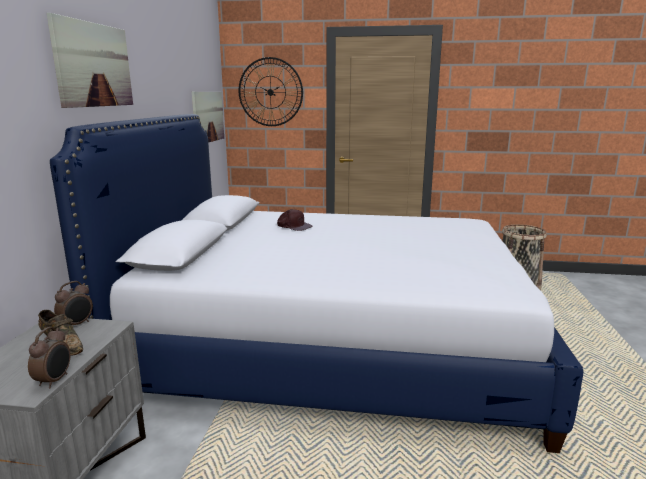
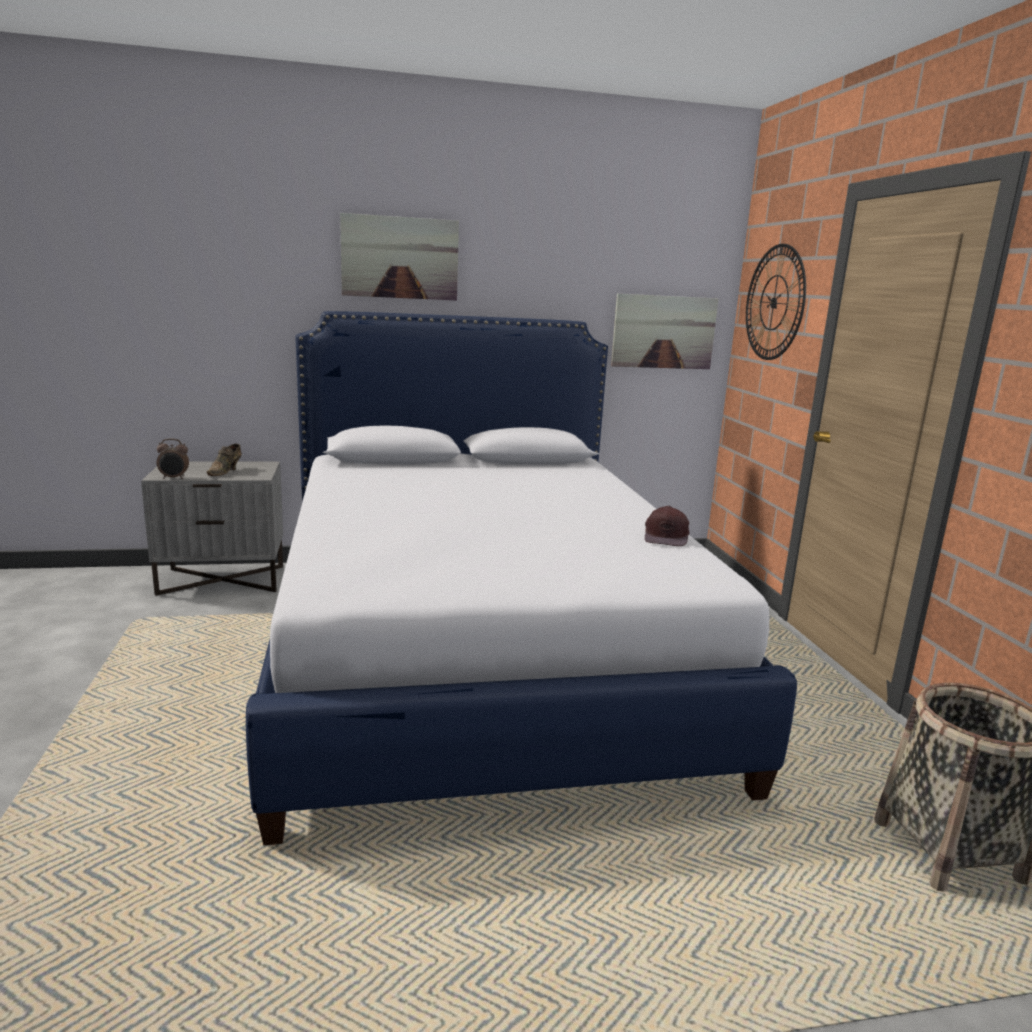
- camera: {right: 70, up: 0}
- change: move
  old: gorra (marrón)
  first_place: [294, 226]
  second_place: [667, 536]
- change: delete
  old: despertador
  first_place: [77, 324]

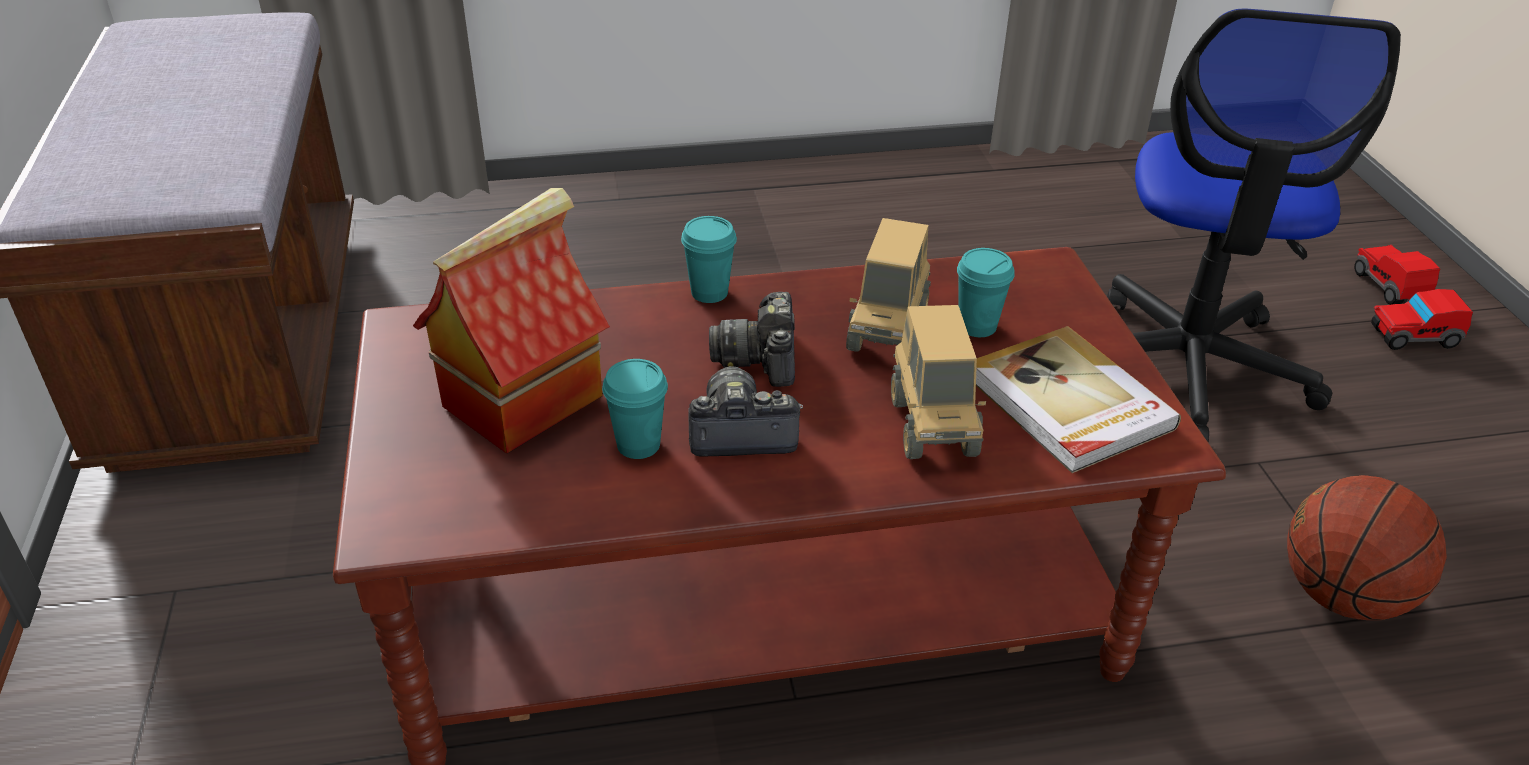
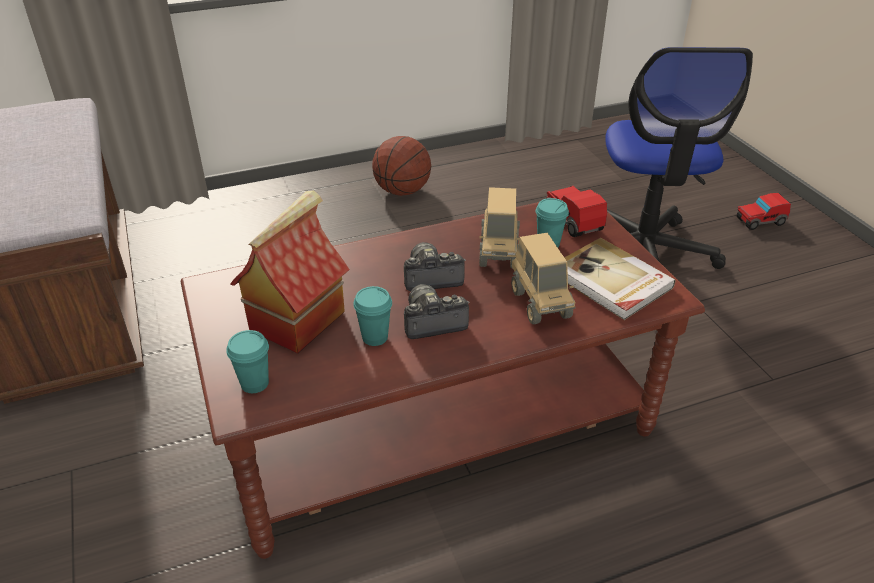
- camera: {right: -10, up: 0}
- change: move
  old: taza (turquesa)
  first_place: [709, 293]
  second_place: [255, 383]
- change: move
  old: coche de juguete
  first_place: [1388, 287]
  second_place: [573, 221]
- change: rotate
  old: cámara
  first_place: [761, 359]
  second_place: [431, 278]
  degrees: 90
- change: move
  old: balón de baloncesto
  first_place: [1342, 595]
  second_place: [402, 191]

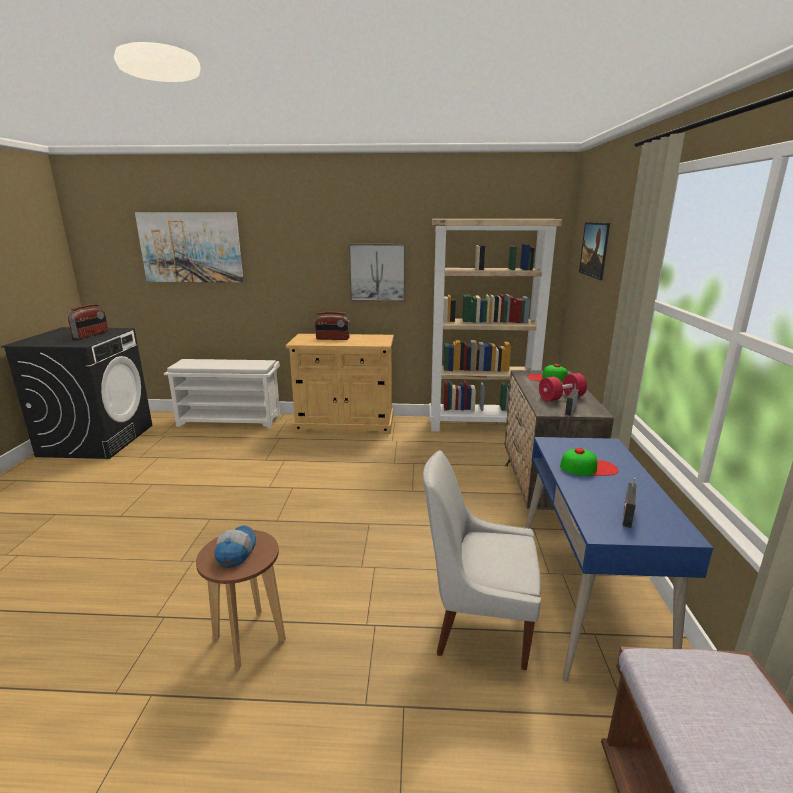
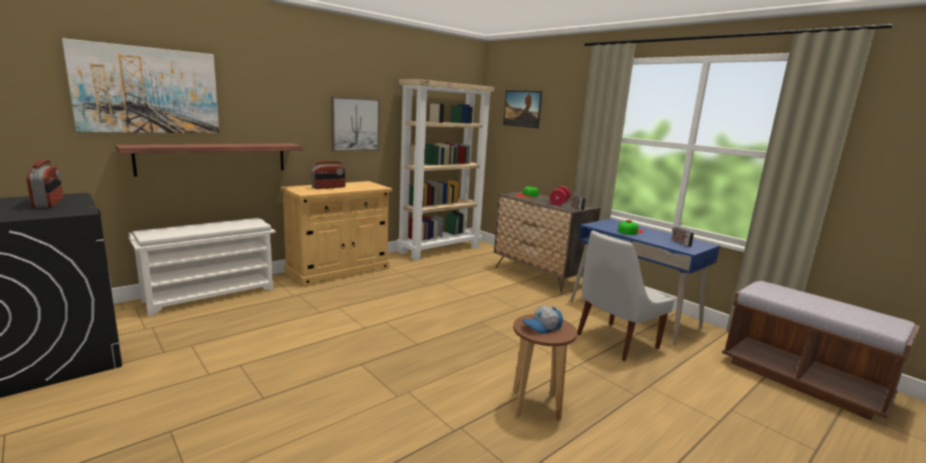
- camera: {right: -45, up: -5}
- change: rotate
  old: gorra
  first_place: [235, 551]
  second_place: [542, 327]
  degrees: -75
- change: insert
  new: estante
  second_place: [214, 158]

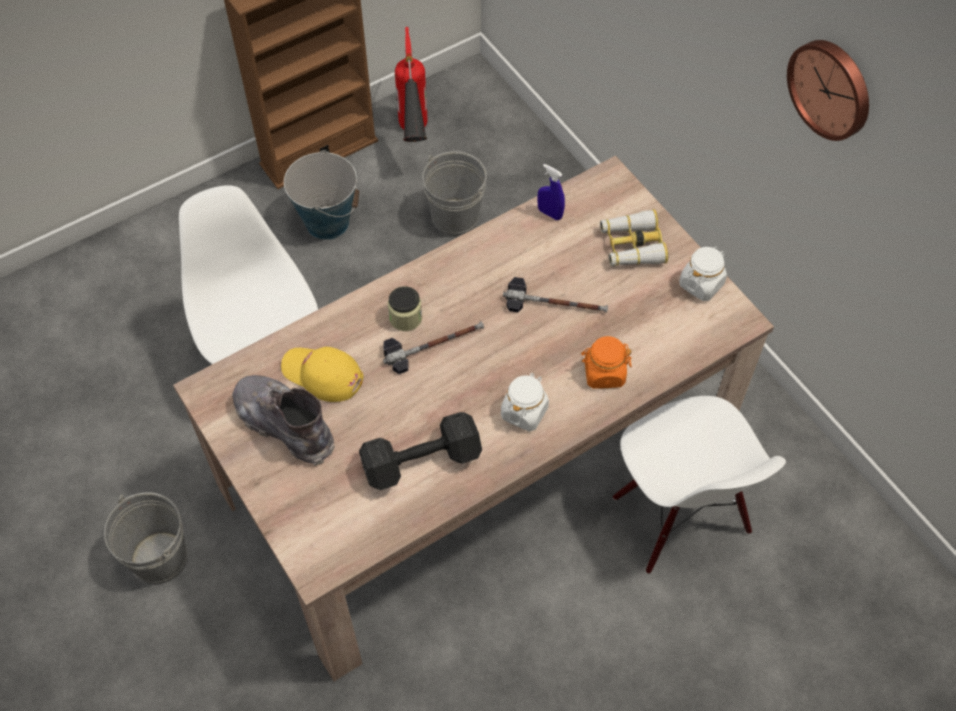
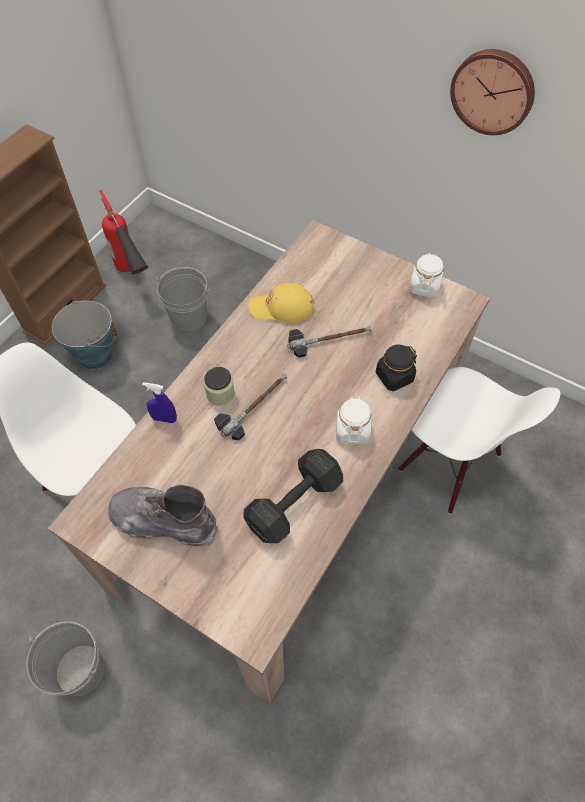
- camera: {right: -25, up: 0}
- change: move
  old: pulverizador (azul)
  first_place: [549, 213]
  second_place: [164, 419]
- change: delete
  old: prismáticos
  first_place: [632, 245]
- change: recolor
  old: tarro (naranja)
  new: tarro (negro)
  first_place: [604, 373]
  second_place: [394, 377]
- change: move
  old: gorra (amarillo)
  first_place: [322, 375]
  second_place: [282, 307]

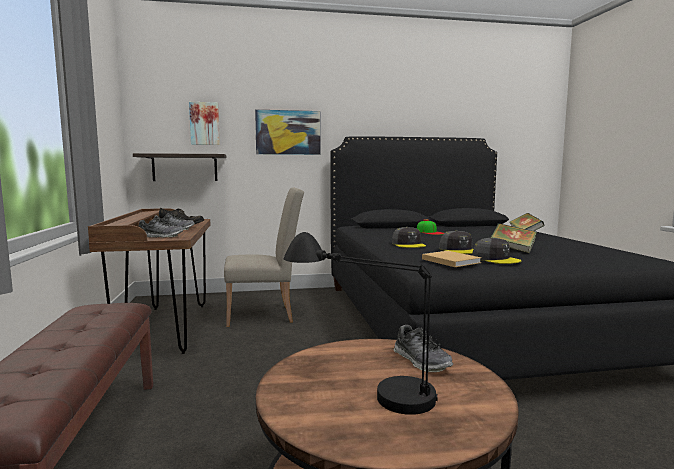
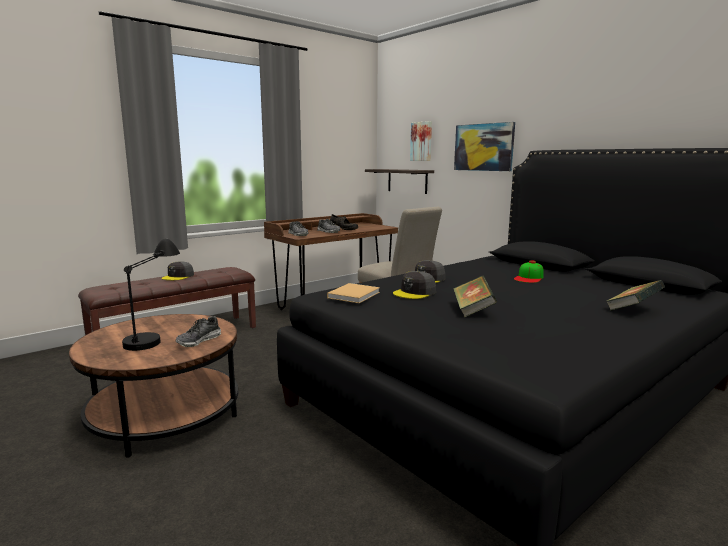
- camera: {right: 60, up: 5}
- change: move
  old: gorra (gris)
  first_place: [495, 259]
  second_place: [178, 276]

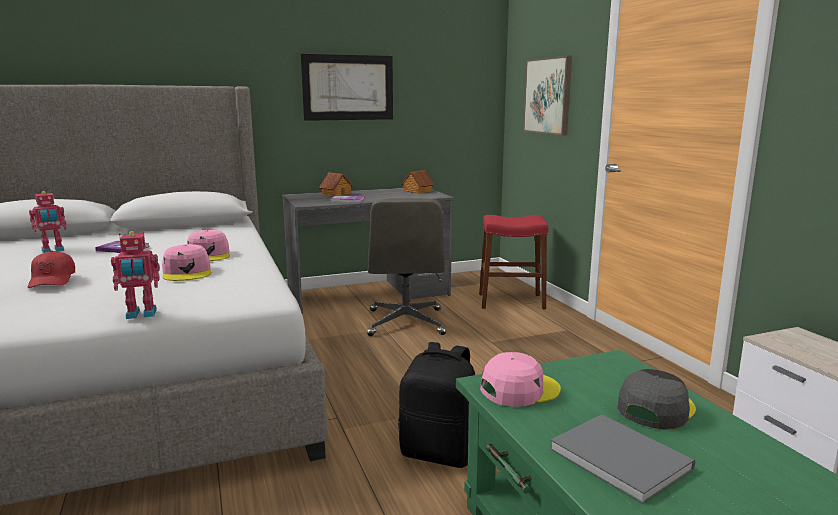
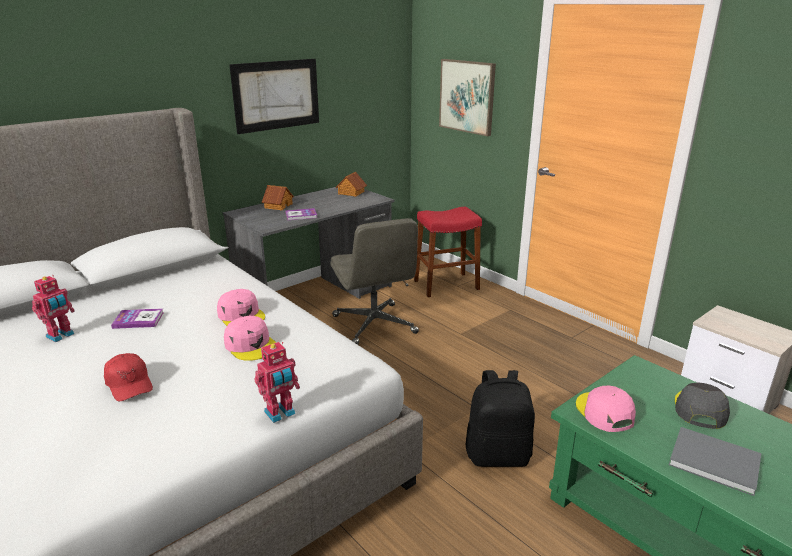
- camera: {right: -20, up: 10}
- change: rotate
  old: gorra (rosa)
  first_place: [519, 389]
  second_place: [604, 412]
  degrees: -60

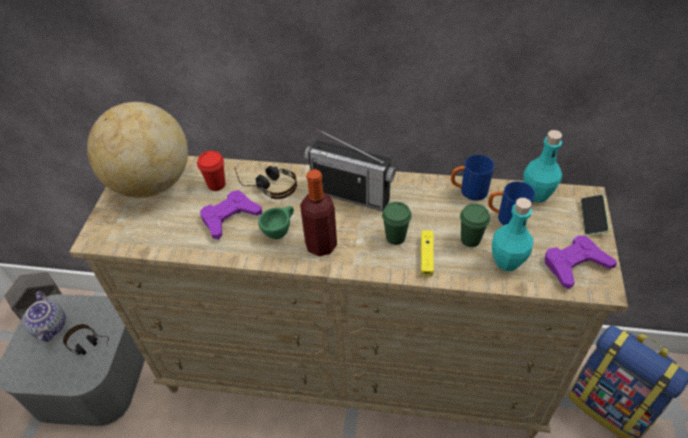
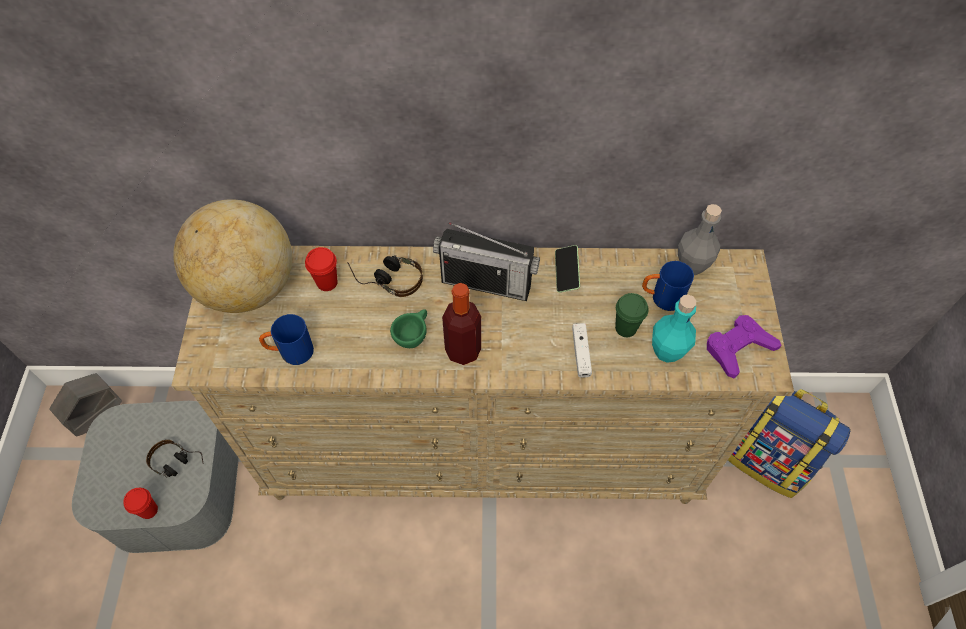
- camera: {right: -10, up: 10}
- change: recolor
  old: botella (turquesa)
  new: botella (gris)
  first_place: [536, 194]
  second_place: [692, 265]
- change: move
  old: taza grande (azul)
  first_place: [468, 191]
  second_place: [290, 352]
- change: delete
  old: mando de consola (morado)
  first_place: [230, 217]
- change: move
  old: móvil
  first_place: [592, 219]
  second_place: [566, 273]
- change: delete
  old: taza (verde)
  first_place: [395, 237]
- change: recolor
  old: mando de consola (amarillo)
  new: mando de consola (blanco)
  first_place: [426, 256]
  second_place: [581, 353]
- change: delete
  old: tetera
  first_place: [51, 327]
- change: insert
  new: taza (rojo)
  second_place: [149, 510]

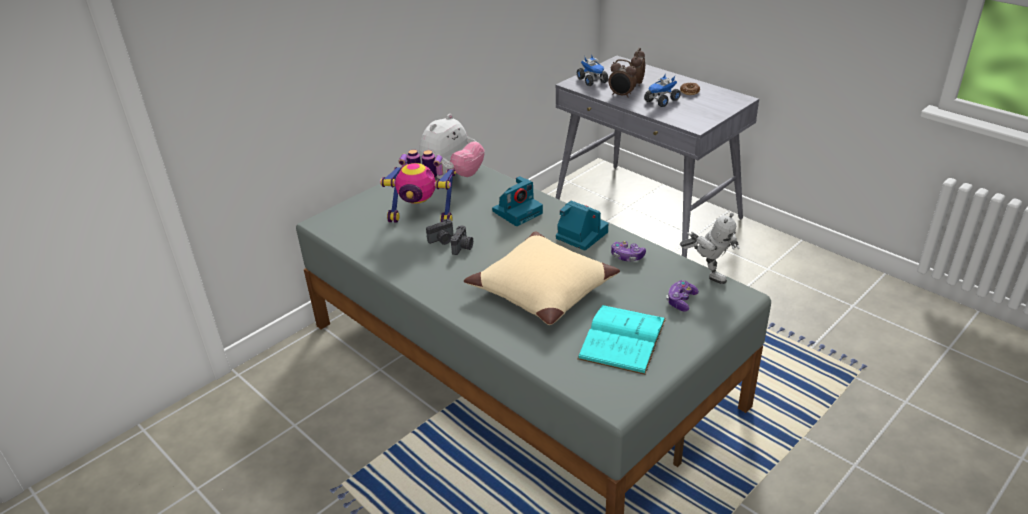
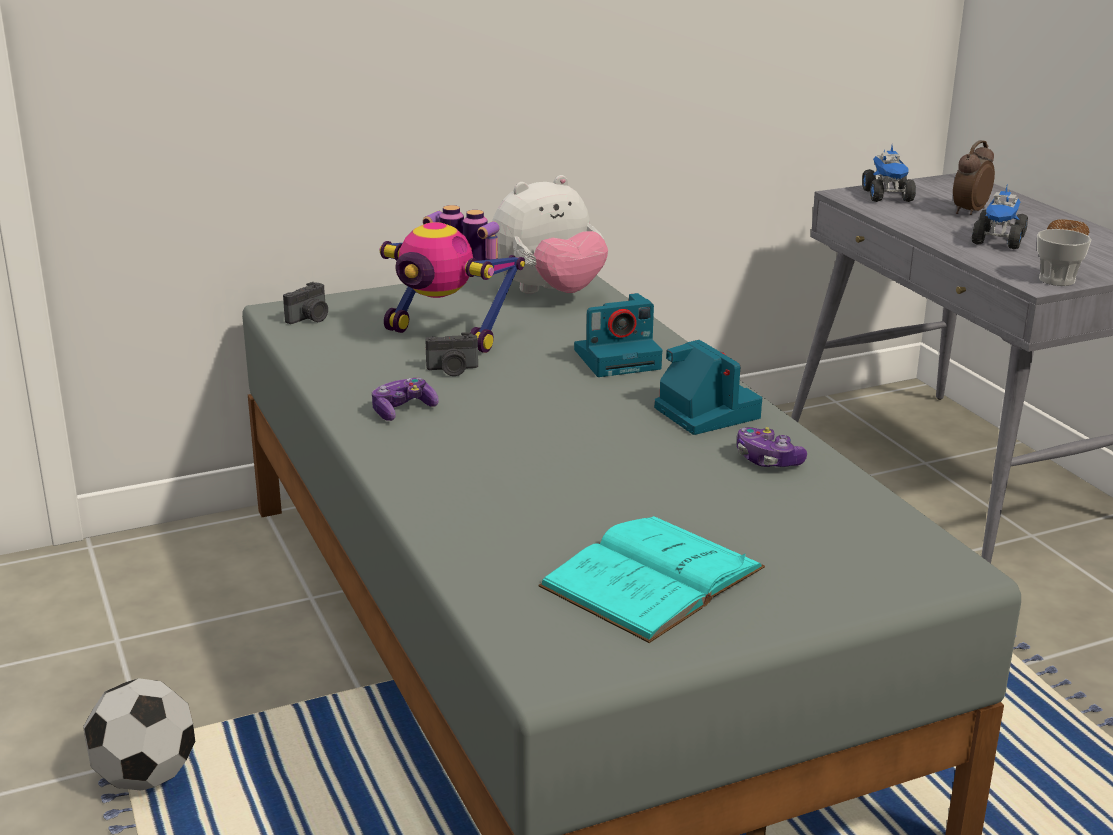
- camera: {right: 20, up: -10}
- change: delete
  old: despertador
  first_place: [621, 95]
- change: rotate
  old: camión de juguete
  first_place: [661, 101]
  second_place: [999, 241]
  degrees: -45
- change: delete
  old: robot de juguete
  first_place: [707, 273]
- change: move
  old: cámara
  first_place: [463, 247]
  second_place: [310, 318]
- change: delete
  old: cojín (beis)
  first_place: [542, 289]
- change: move
  old: mando de consola
  first_place: [681, 301]
  second_place: [403, 410]
- change: insert
  new: taza
  second_place: [1056, 280]
- change: insert
  new: balón de fútbol
  second_place: [145, 777]

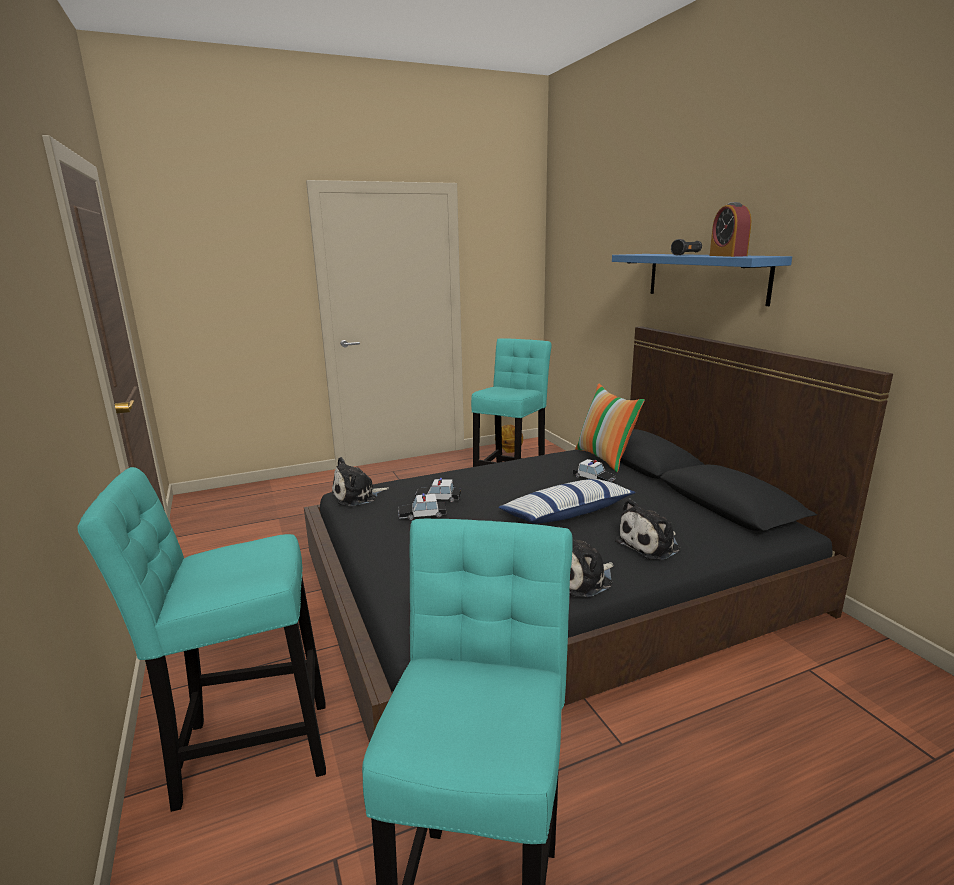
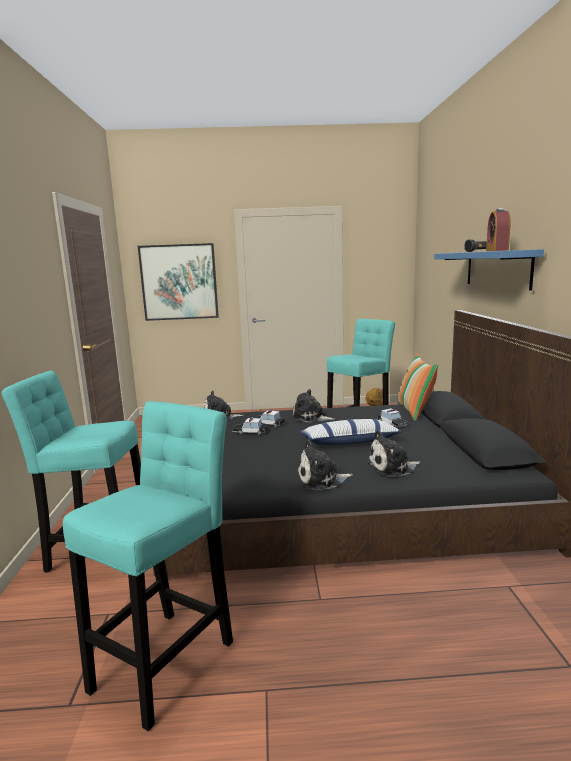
- camera: {right: 20, up: -5}
- change: insert
  new: cuadro
  second_place: [179, 282]
- change: insert
  new: peluche
  second_place: [311, 417]

